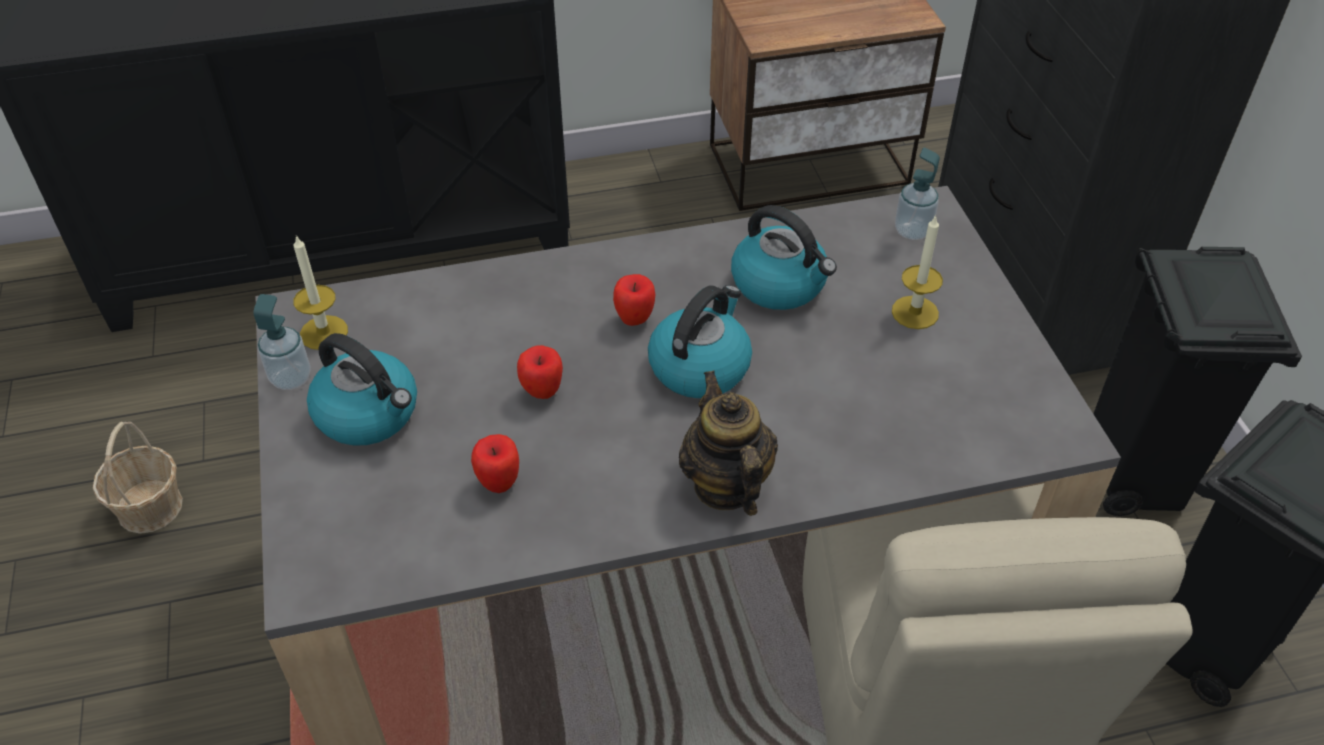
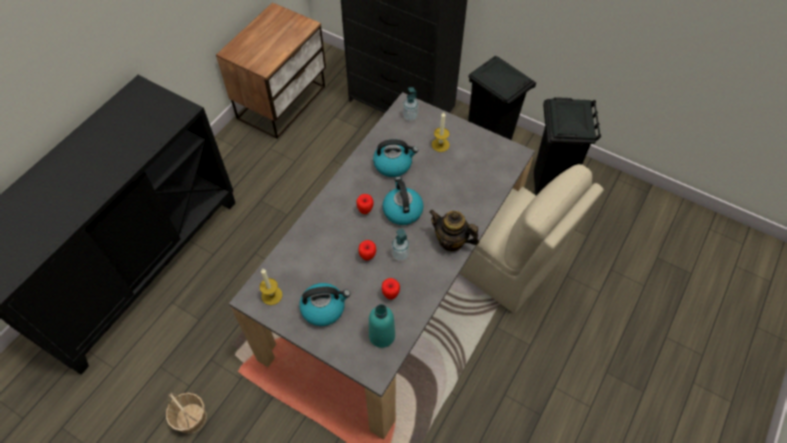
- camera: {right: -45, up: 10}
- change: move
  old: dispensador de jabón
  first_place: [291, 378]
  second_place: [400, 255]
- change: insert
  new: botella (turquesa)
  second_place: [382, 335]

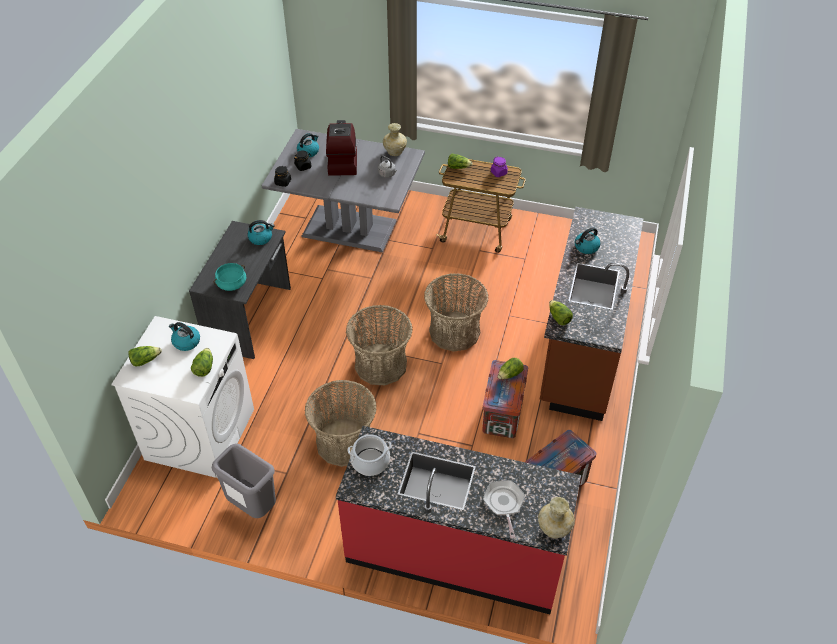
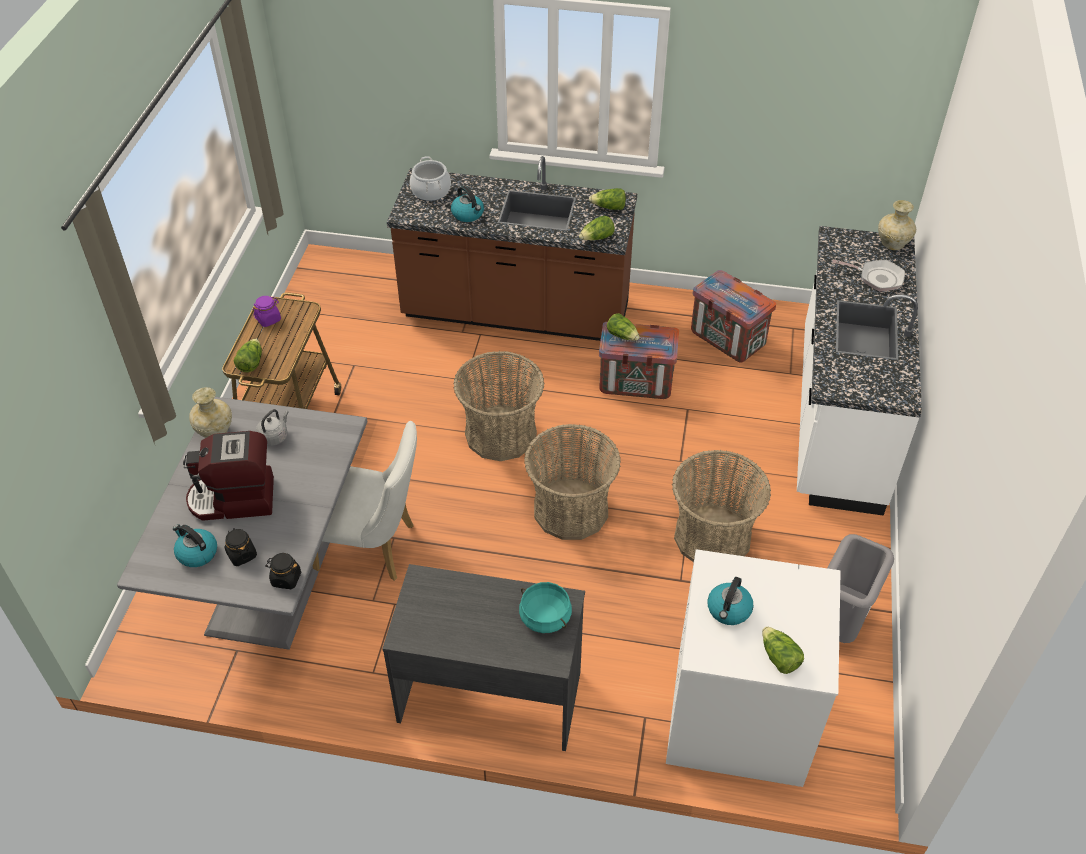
- camera: {right: -95, up: 0}
- change: delete
  old: hervidor
  first_place: [261, 238]
- change: move
  old: lechuga
  first_place: [204, 368]
  second_place: [609, 207]
- change: recolor
  old: mueble bajo de cocina (rojo)
  new: mueble bajo de cocina (blanco)
  first_place: [455, 553]
  second_place: [837, 418]
- change: move
  old: olla
  first_place: [370, 462]
  second_place: [431, 191]
- change: rotate
  old: sartén
  first_place: [504, 504]
  second_place: [877, 278]
  degrees: -150
- change: insert
  new: silla (blanco)
  second_place: [373, 548]

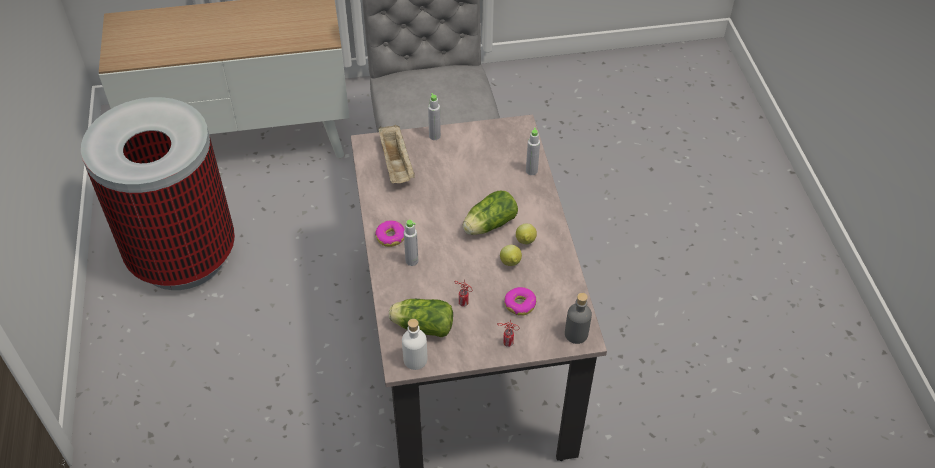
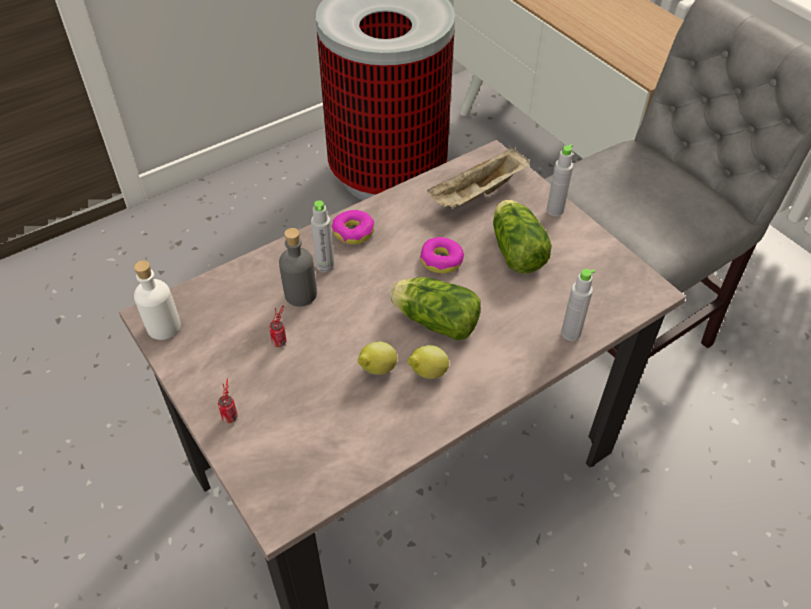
- camera: {right: 65, up: 0}
- change: move
  old: rosquilla
  first_place: [520, 304]
  second_place: [441, 260]
- change: move
  old: botella (gris)
  first_place: [576, 334]
  second_place: [300, 294]
- change: move
  old: lechuga
  first_place: [421, 326]
  second_place: [515, 248]

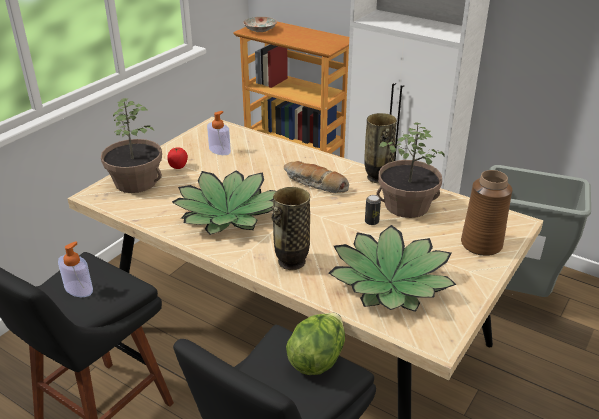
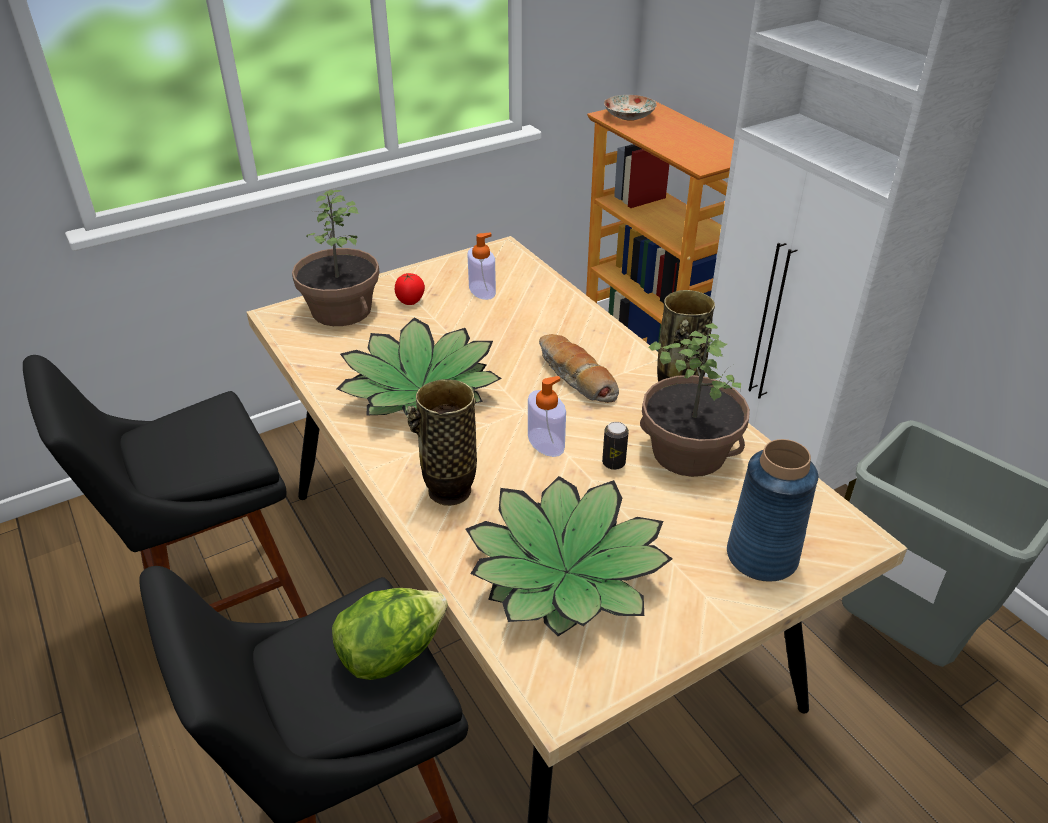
- camera: {right: 25, up: 5}
- change: recolor
  old: florero (marrón)
  new: florero (azul)
  first_place: [481, 244]
  second_place: [762, 557]
- change: move
  old: dispensador de jabón
  first_place: [78, 289]
  second_place: [546, 442]

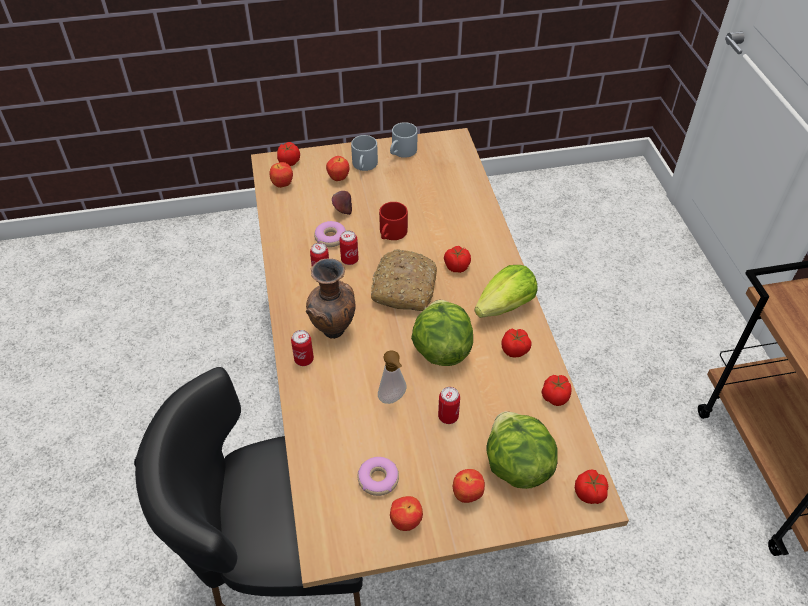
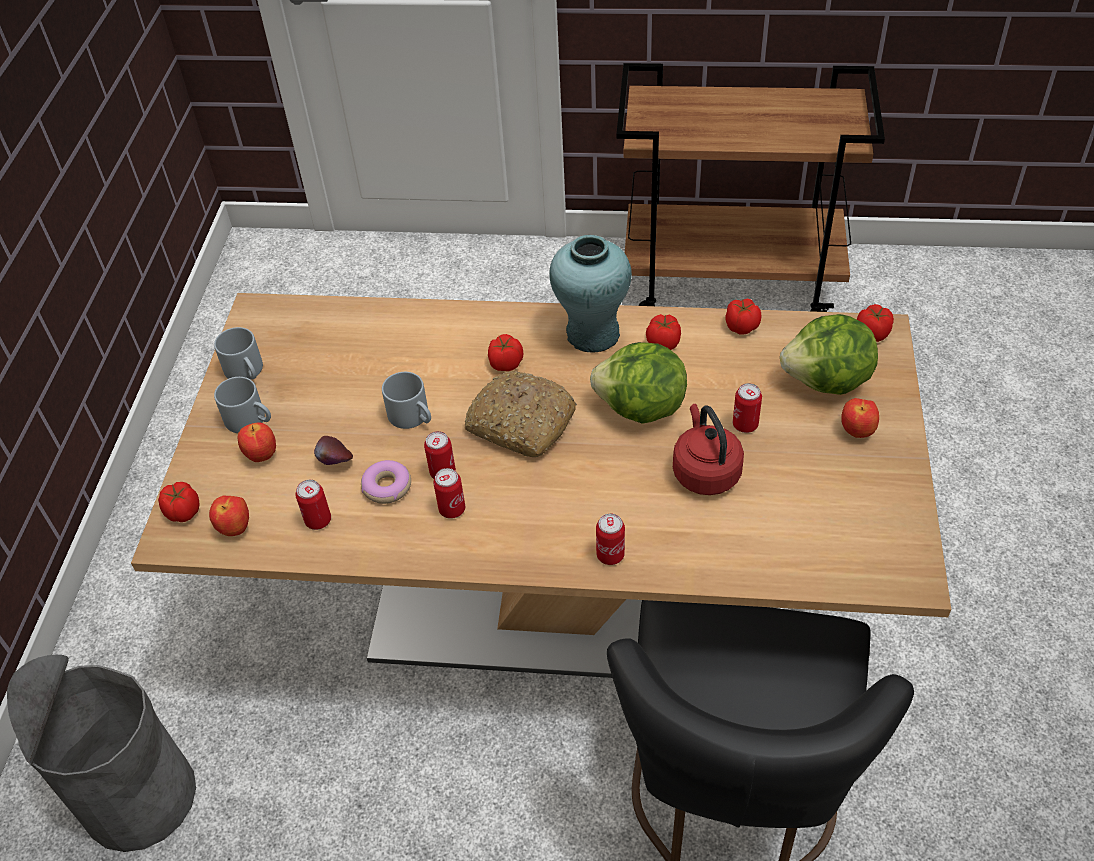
- camera: {right: -70, up: 0}
- change: recolor
  old: taza grande (rojo)
  new: taza grande (gris)
  first_place: [391, 234]
  second_place: [413, 417]
- change: delete
  old: florero (marrón)
  first_place: [334, 332]
- change: replace
  old: lechuga
  new: florero (turquesa)
  first_place: [505, 306]
  second_place: [592, 334]
- change: replace
  old: dispensador de jabón
  new: hervidor (rojo)
  first_place: [393, 399]
  second_place: [705, 471]
- change: delete
  old: rosquilla
  first_place: [378, 479]
- change: delete
  old: manzana
  first_place: [406, 521]
- change: insert
  new: lata
  second_place: [318, 520]
- change: insert
  new: papelera (gris)
  second_place: [139, 796]

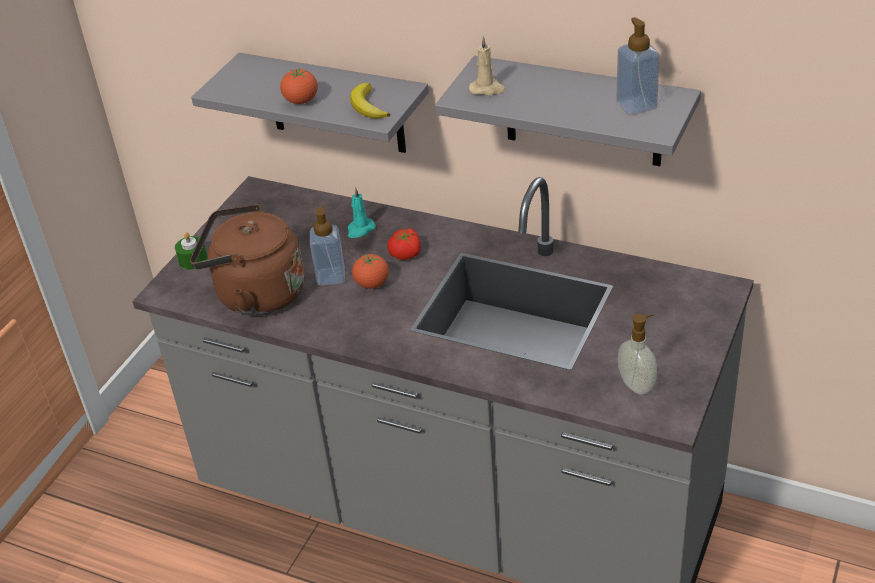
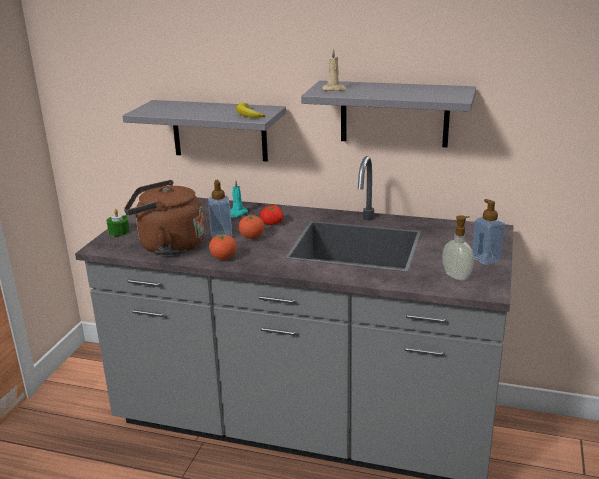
- camera: {right: -10, up: -15}
- change: move
  old: dispensador de jabón
  first_place: [636, 105]
  second_place: [485, 259]
- change: move
  old: tomate
  first_place: [301, 101]
  second_place: [223, 258]

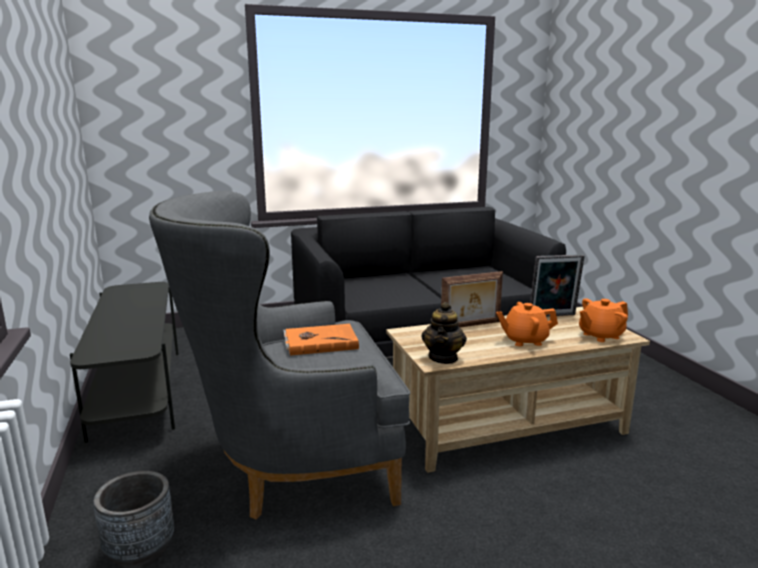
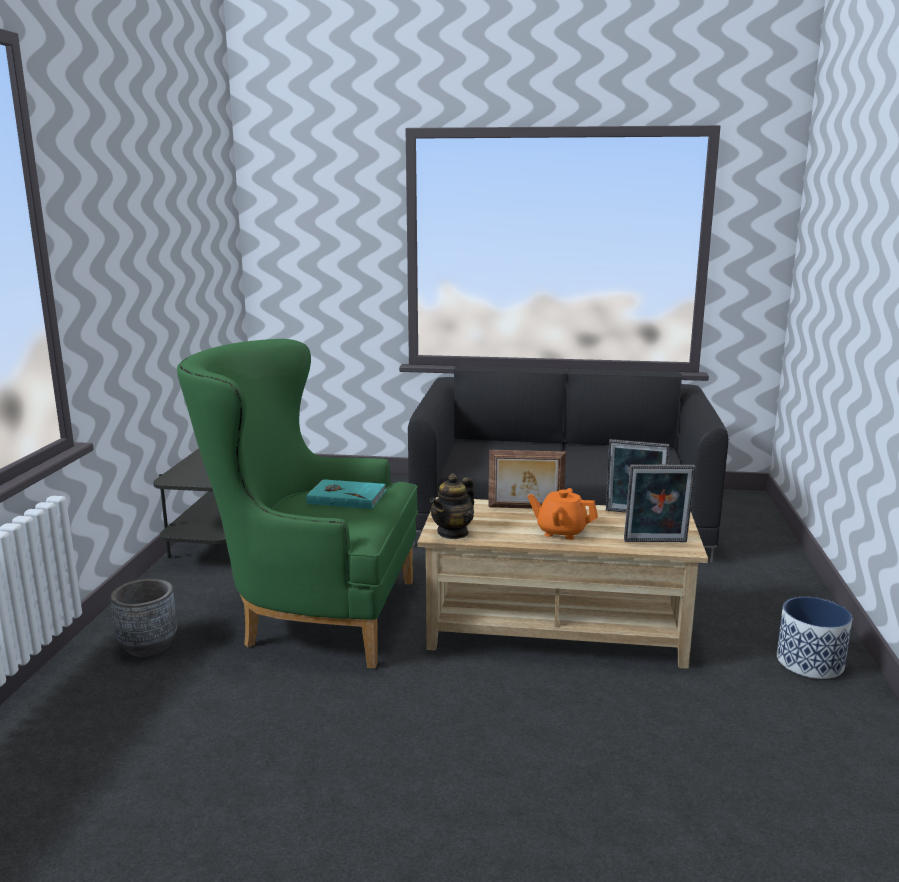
- camera: {right: 25, up: 0}
- change: recolor
  old: sillón (gris)
  new: sillón (verde)
  first_place: [290, 465]
  second_place: [311, 614]
- change: replace
  old: tetera (naranja)
  new: portarretratos
  first_place: [600, 335]
  second_place: [656, 542]
- change: recolor
  old: libro (naranja)
  new: libro (turquesa)
  first_place: [320, 342]
  second_place: [346, 497]
- change: insert
  new: maceta
  second_place: [810, 663]

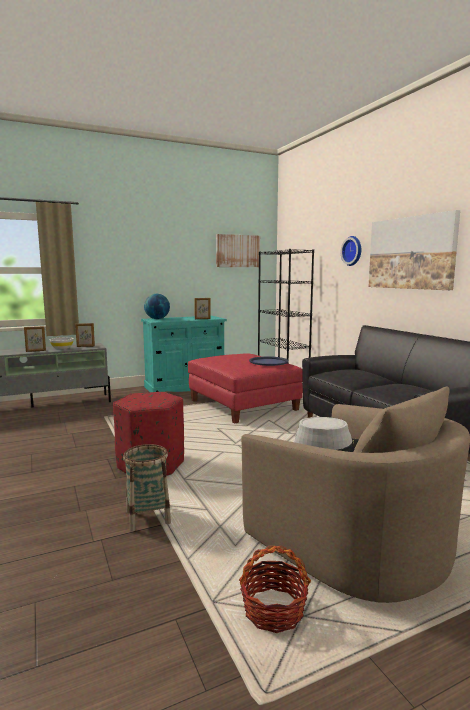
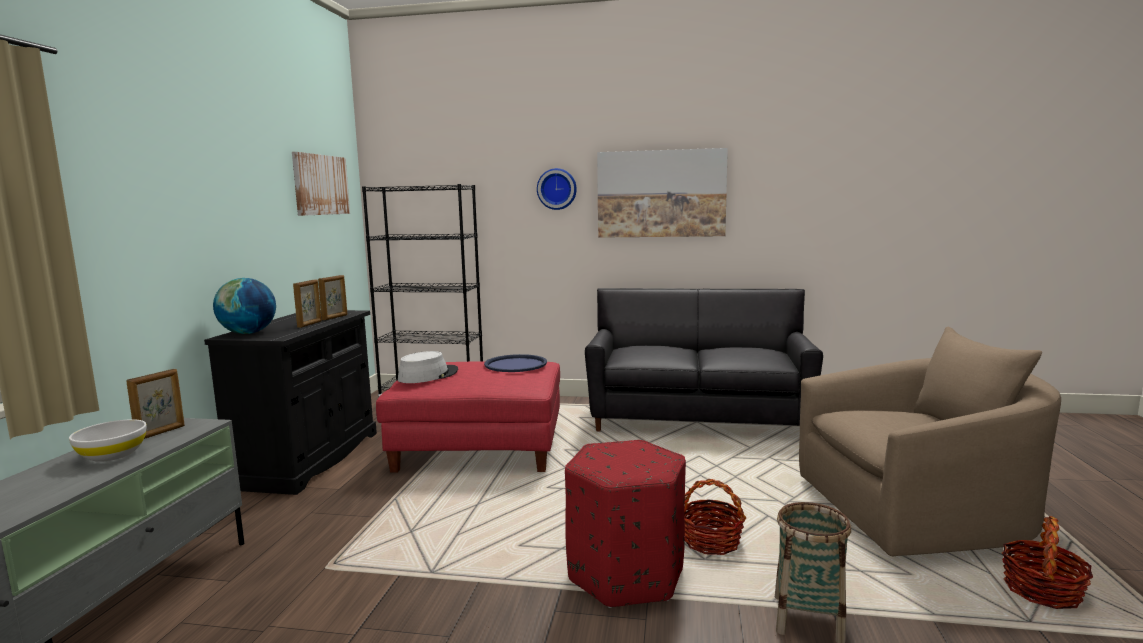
- camera: {right: -55, up: 0}
- change: recolor
  old: armario (turquesa)
  new: armario (negro)
  first_place: [185, 387]
  second_place: [309, 459]
- change: move
  old: portarretratos
  first_place: [36, 351]
  second_place: [310, 324]
- change: move
  old: sombrero (gris)
  first_place: [329, 446]
  second_place: [428, 375]
- change: insert
  new: cesta
  second_place: [711, 541]

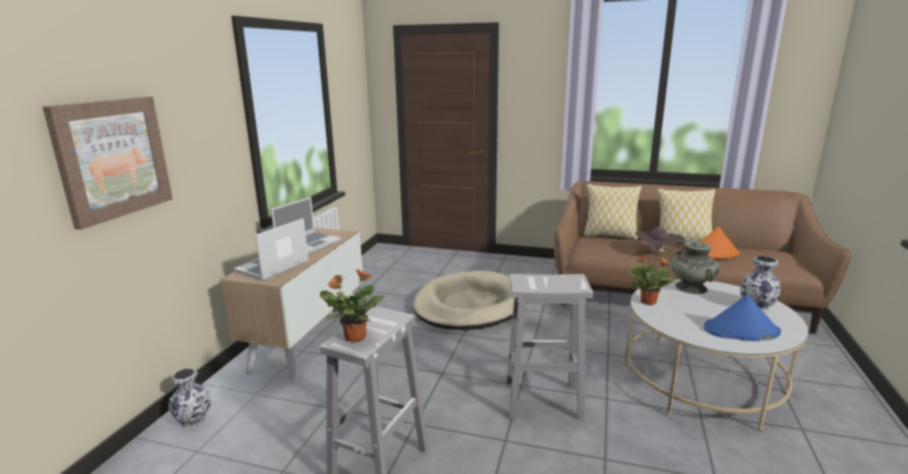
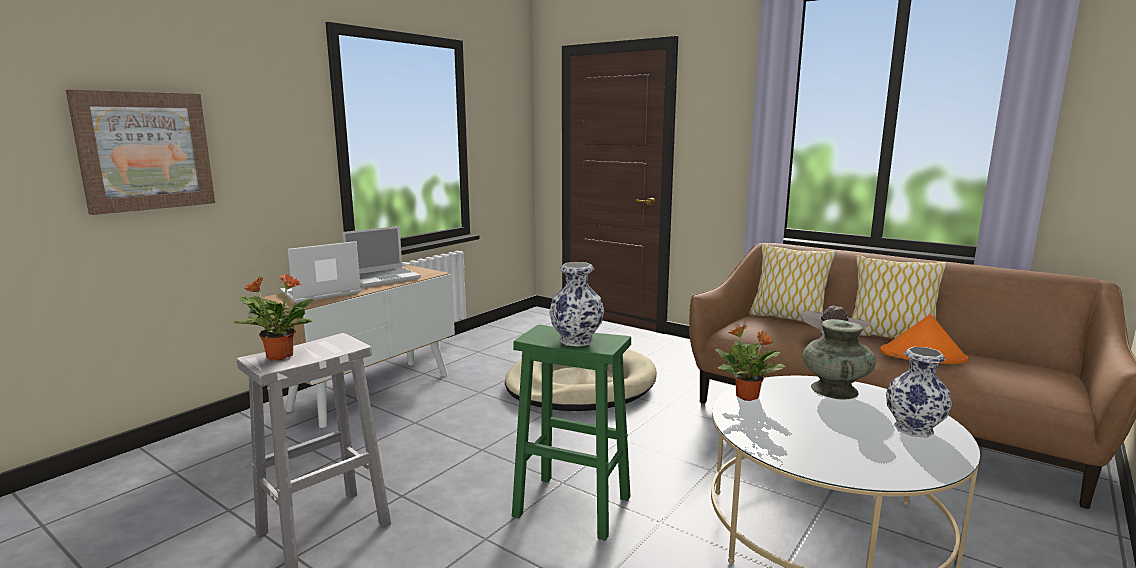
- camera: {right: 20, up: -5}
- change: recolor
  old: taburete (blanco)
  new: taburete (verde)
  first_place: [544, 401]
  second_place: [574, 507]
- change: delete
  old: sombrero (azul)
  first_place: [741, 330]
- change: move
  old: florero
  first_place: [193, 421]
  second_place: [575, 340]

